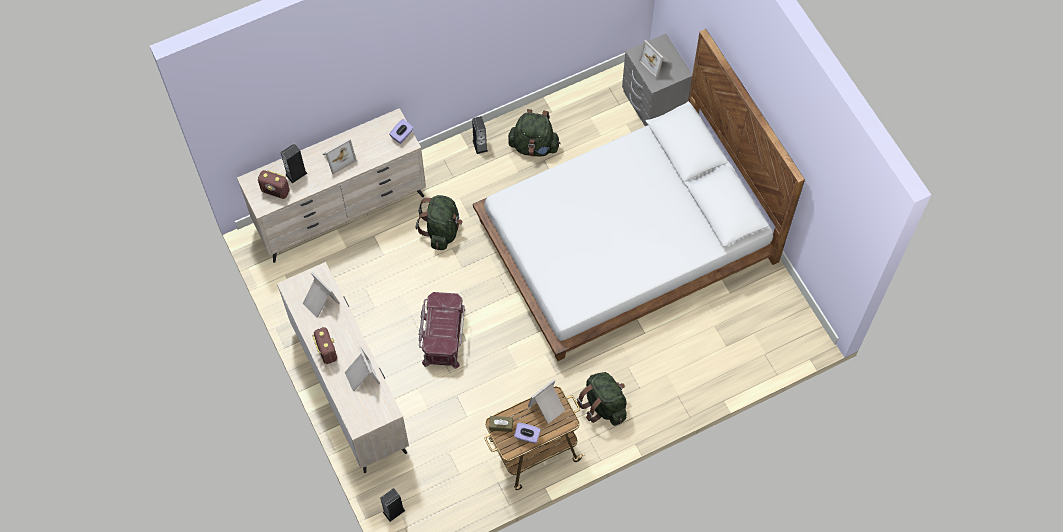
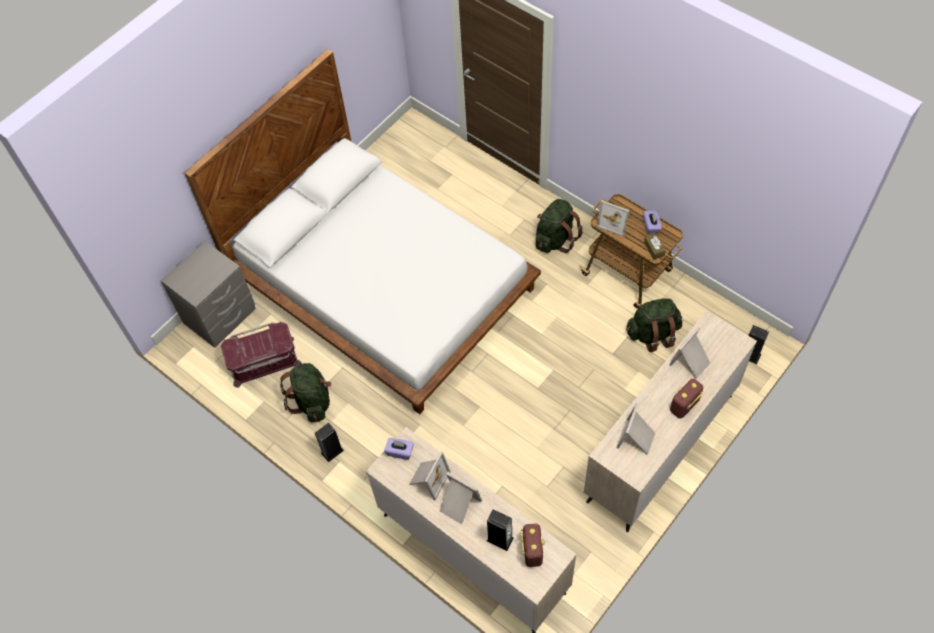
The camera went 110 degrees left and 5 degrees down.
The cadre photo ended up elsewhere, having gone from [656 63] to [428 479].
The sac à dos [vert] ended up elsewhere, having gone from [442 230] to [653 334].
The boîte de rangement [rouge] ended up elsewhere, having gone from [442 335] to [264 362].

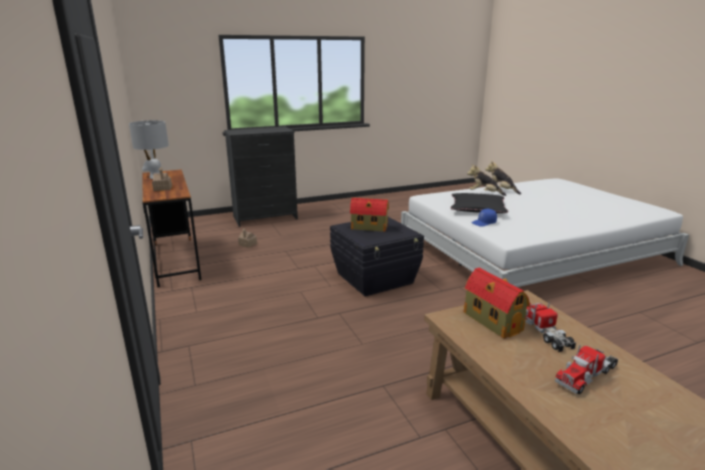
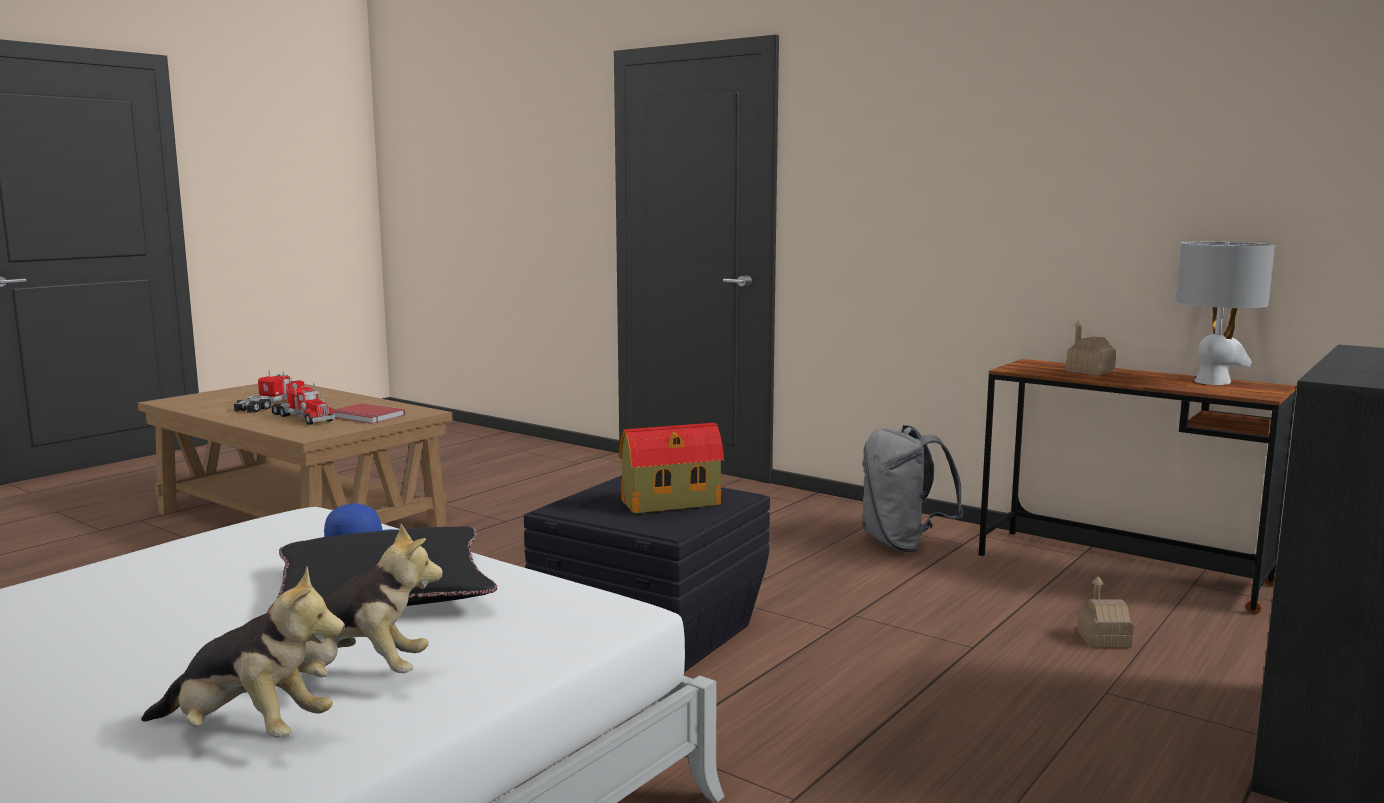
The camera went 150 degrees right and 10 degrees down.
Where the maison miniature stood at [491 321], the livre [rouge] came to stand at [365 417].
The second view gained the sac à dos [gris] at [903 544].

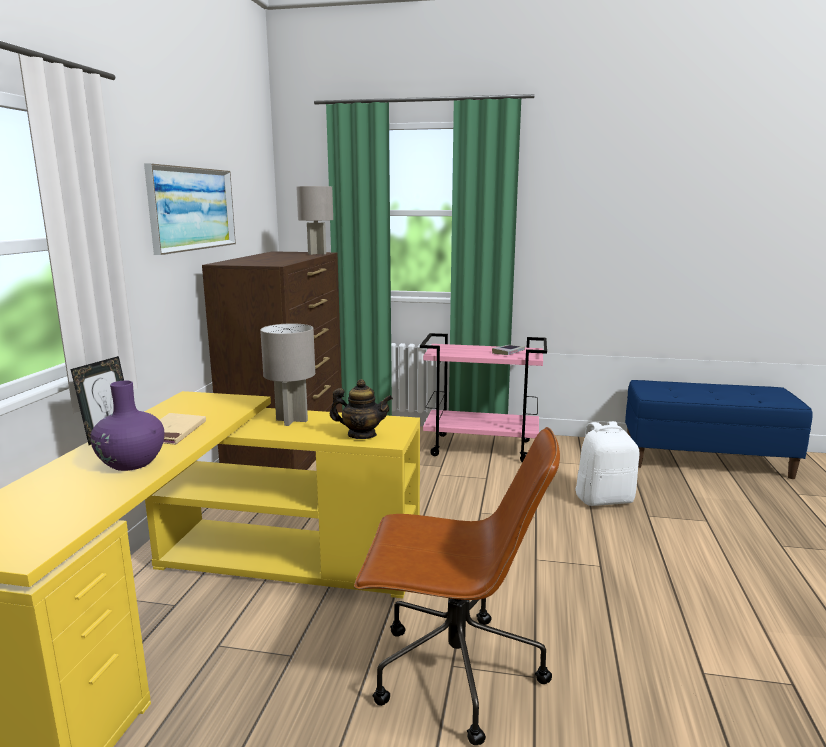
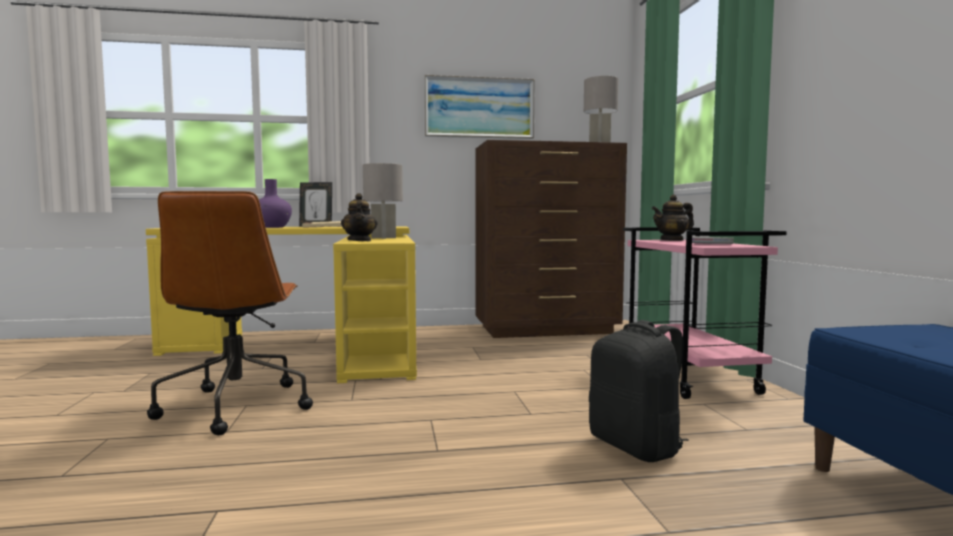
The camera went 70 degrees right and 10 degrees down.
What was the sac à dos [blanc] at [604 499] turned into the sac à dos [noir] at [637 447].
The second view gained the théière at [672 240].

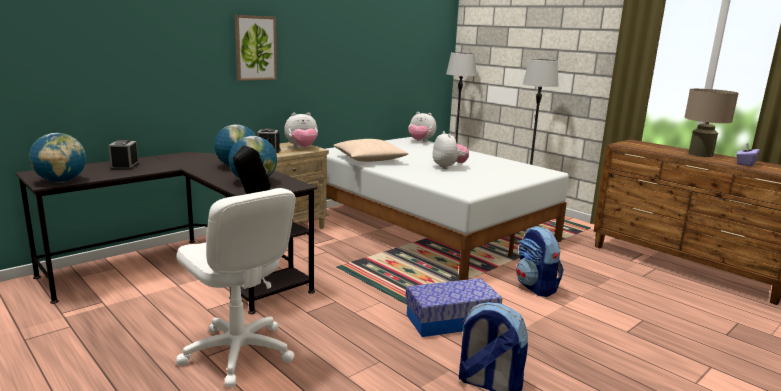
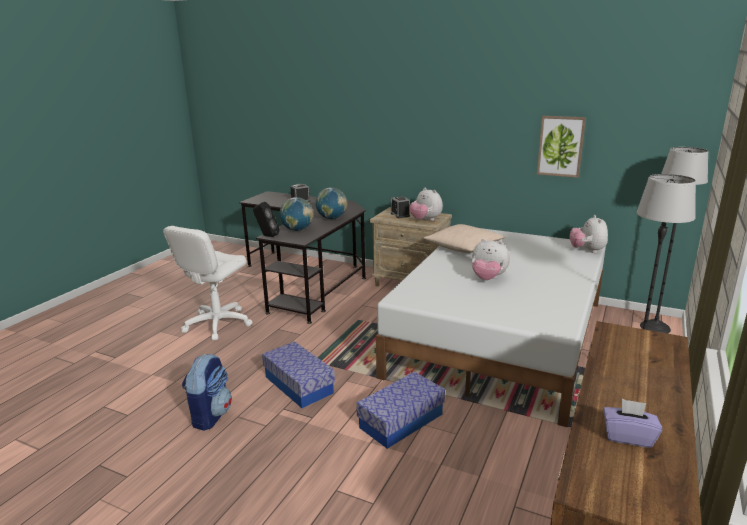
The camera went 70 degrees right and 5 degrees up.
The tableau ended up elsewhere, having gone from [255 48] to [560 146].
The second view lost the lampe de table [beige] at [700 154].
The peluche at [448 167] ended up facing another way, 60 degrees clockwise from before.
The second view lost the globe at [61 181].
Where the sac à dos stood at [536 287], the boîte de rangement came to stand at [401 421].

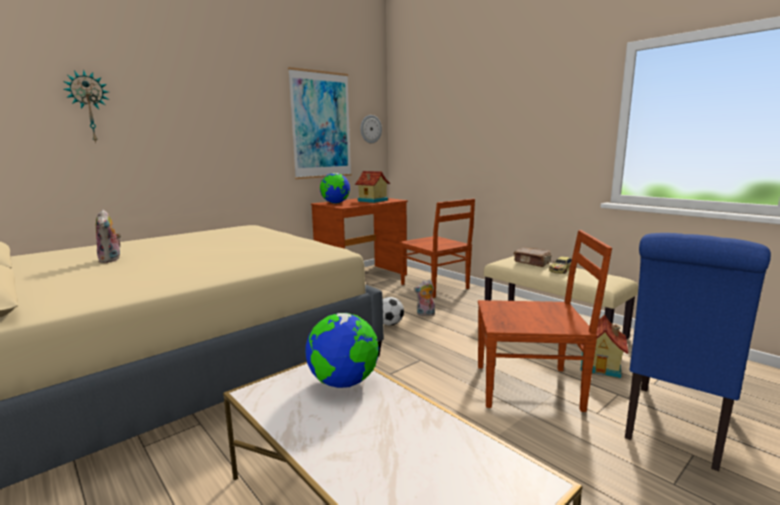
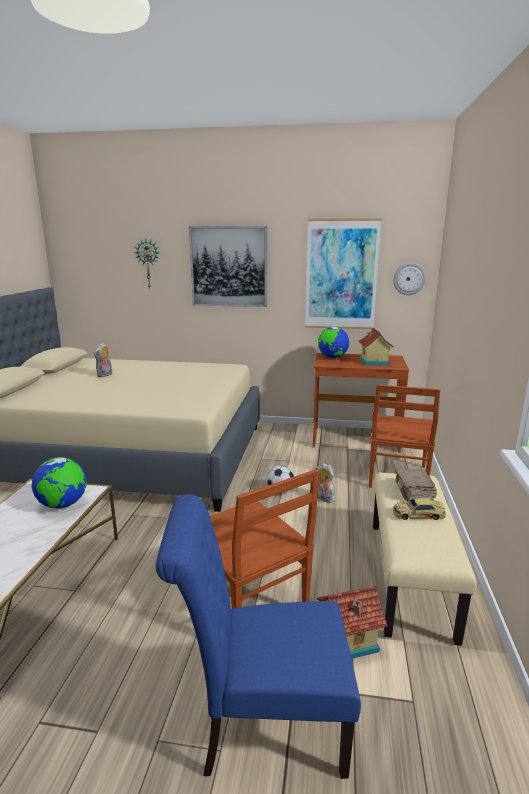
The camera went 50 degrees right and 5 degrees up.
The second view gained the tableau at [229 267].

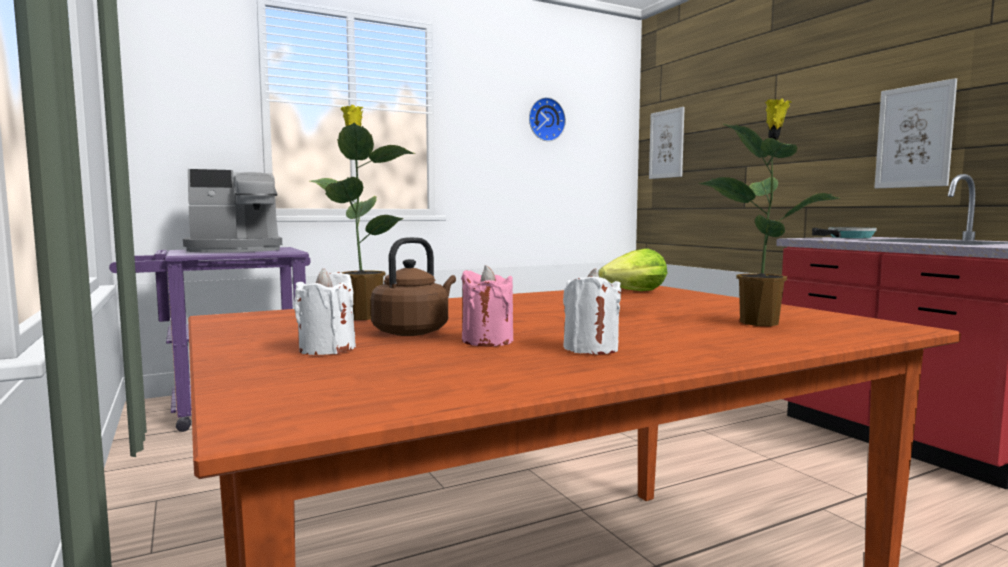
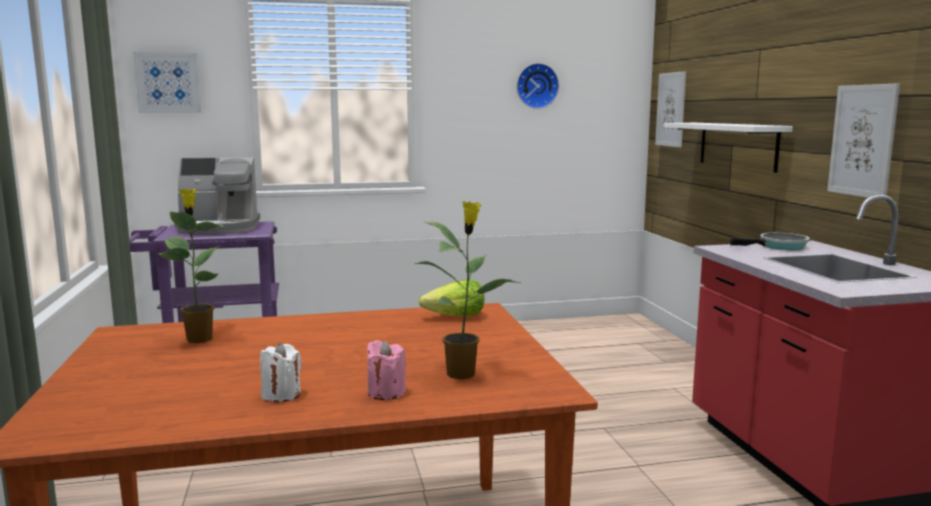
The camera went 15 degrees right and 5 degrees up.
The second view lost the bouilloire [marron] at [414 331].
The bougie [rose] ended up elsewhere, having gone from [487 341] to [386 392].
The second view lost the bougie [blanc] at [327 349].
The second view gained the tableau at [168 83].
The second view gained the étagère [blanc] at [737 145].

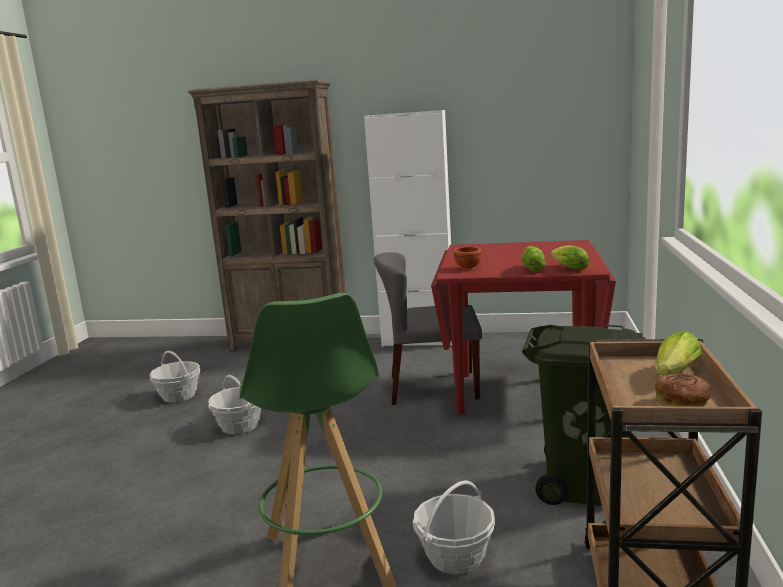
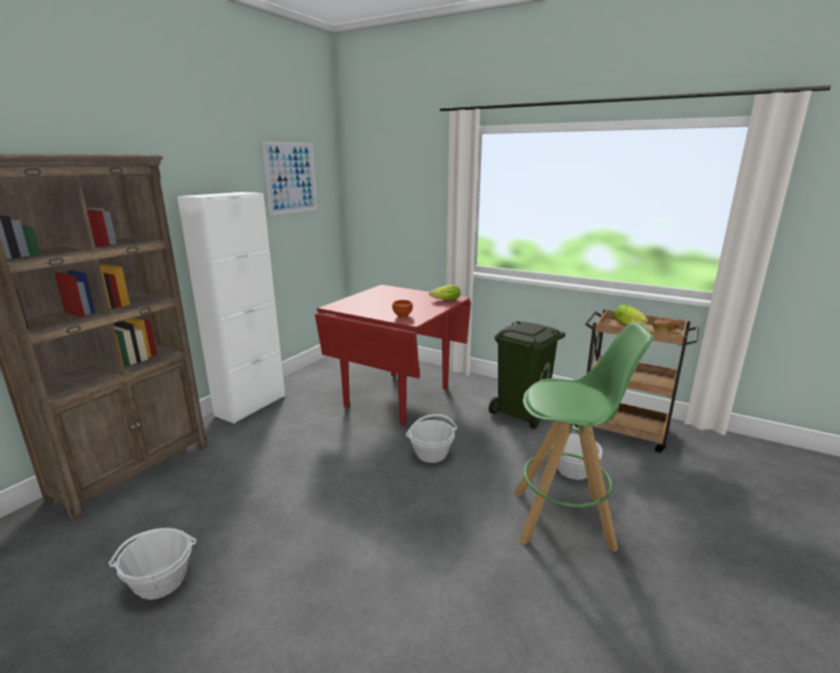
The camera went 70 degrees left and 5 degrees up.
The second view lost the laitue at [533 268].
The second view lost the chaise [gris] at [432 387].
The panier ended up elsewhere, having gone from [239 426] to [431 454].
The second view gained the tableau at [291 177].

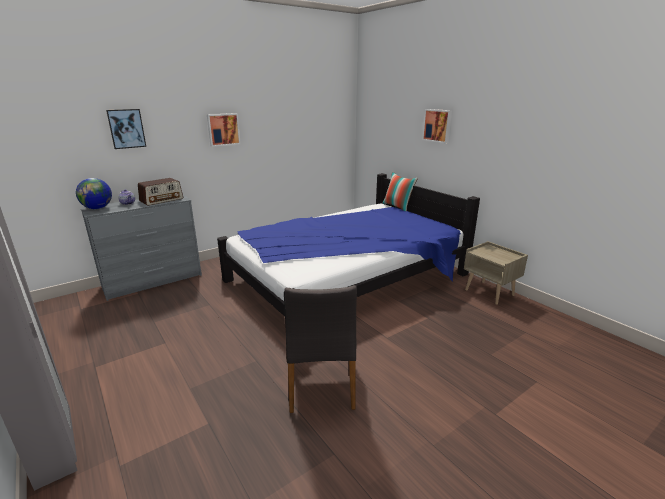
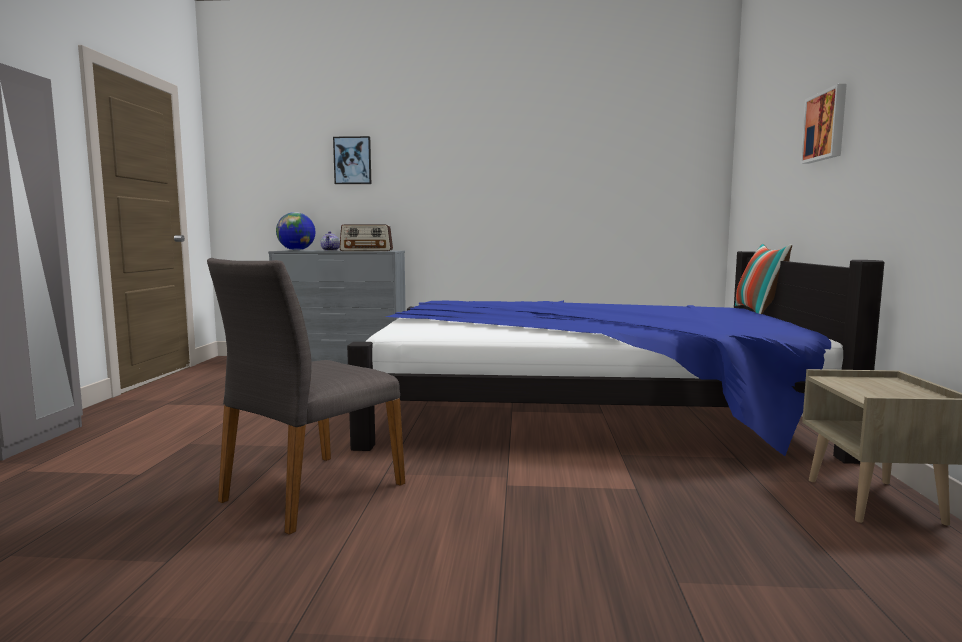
The camera went 40 degrees right and 15 degrees down.
The second view lost the tableau at [223 129].

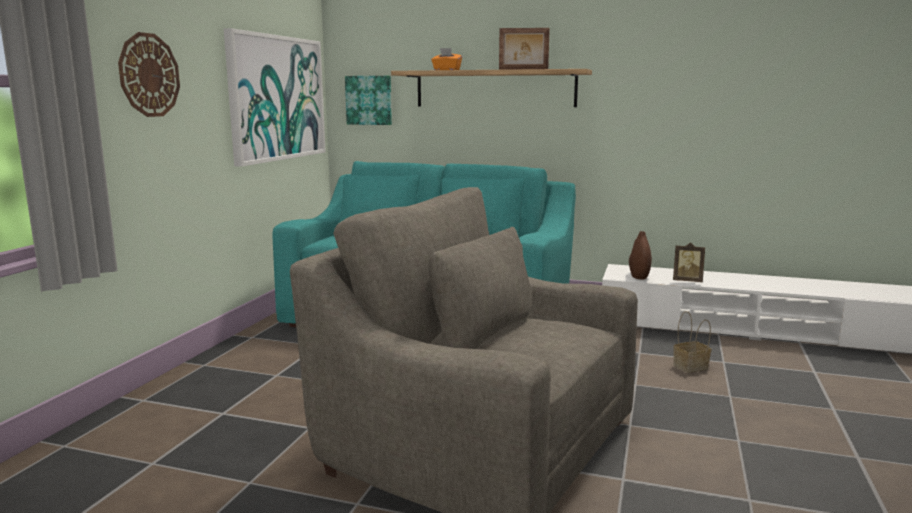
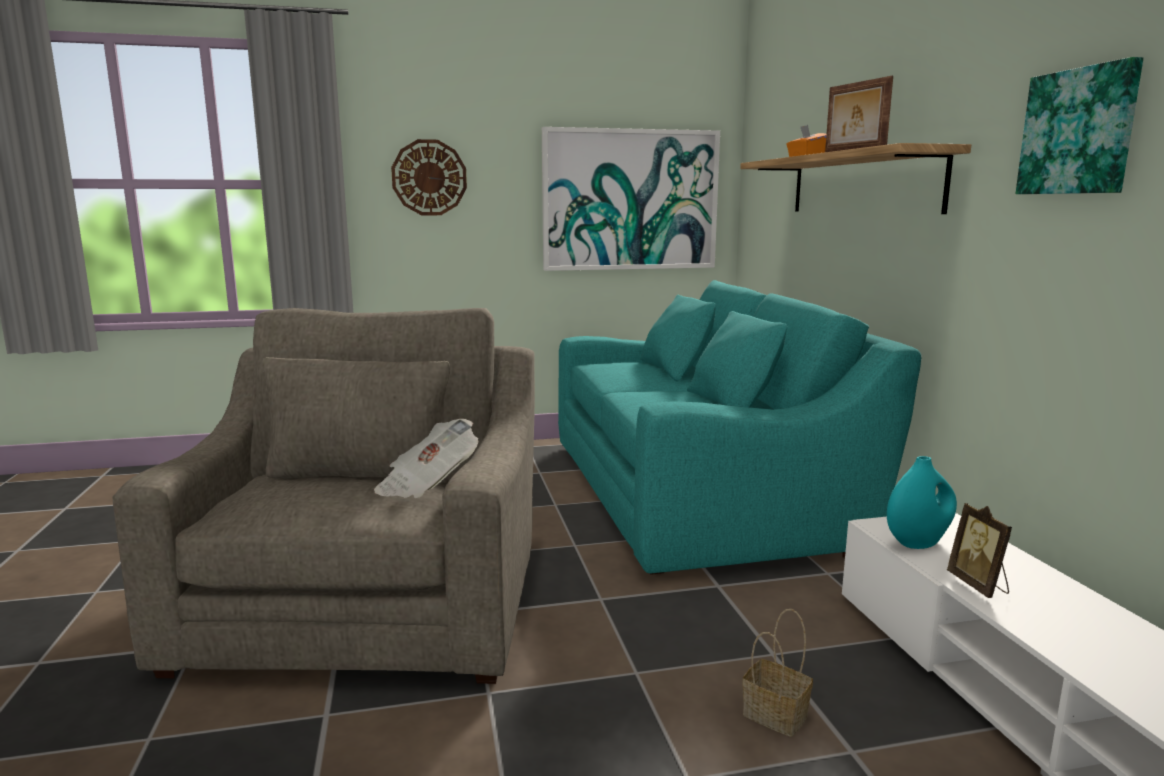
The camera went 60 degrees right and 0 degrees up.
The tableau ended up elsewhere, having gone from [369 100] to [1079 132].
What was the vase [marron] at [638 276] turned into the vase [turquoise] at [918 542].
The second view gained the journal at [427 485].

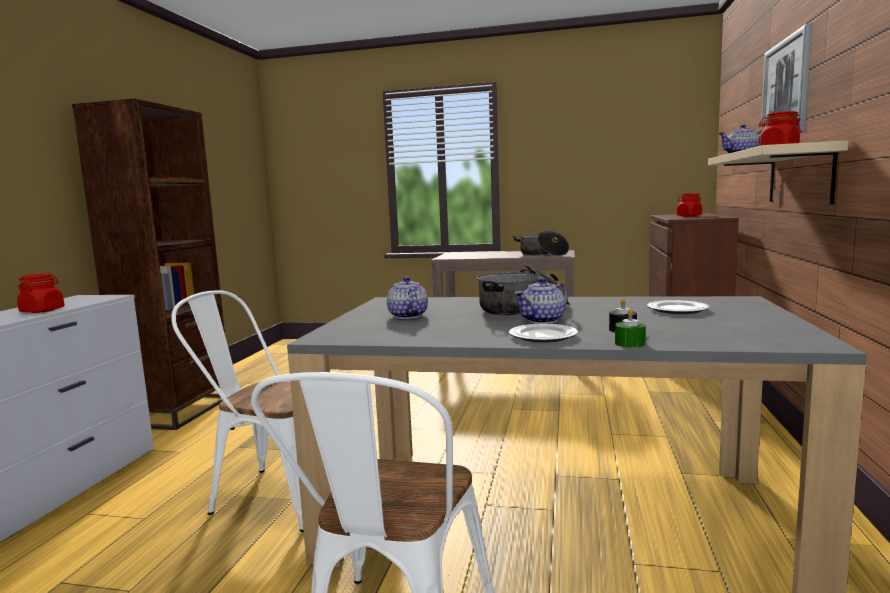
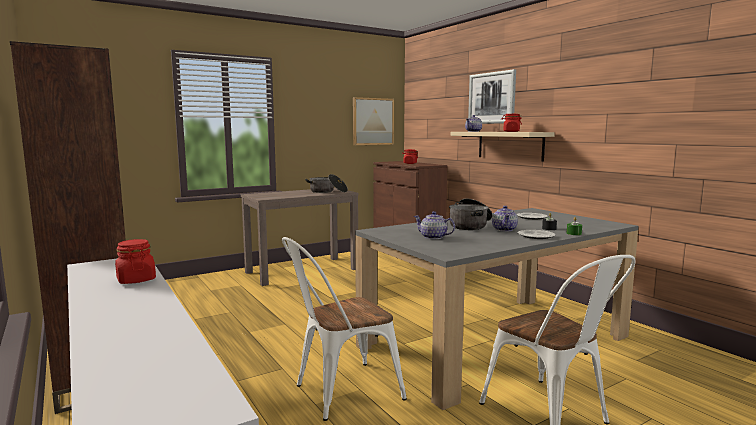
The camera went 45 degrees left and 0 degrees up.
The second view gained the tableau at [373 121].

